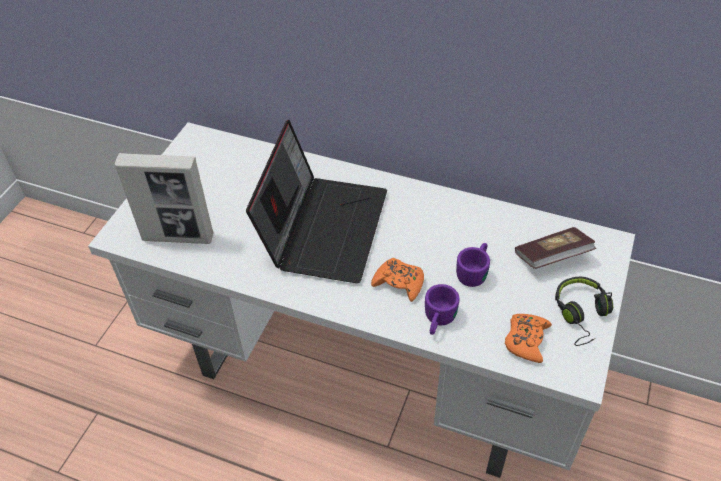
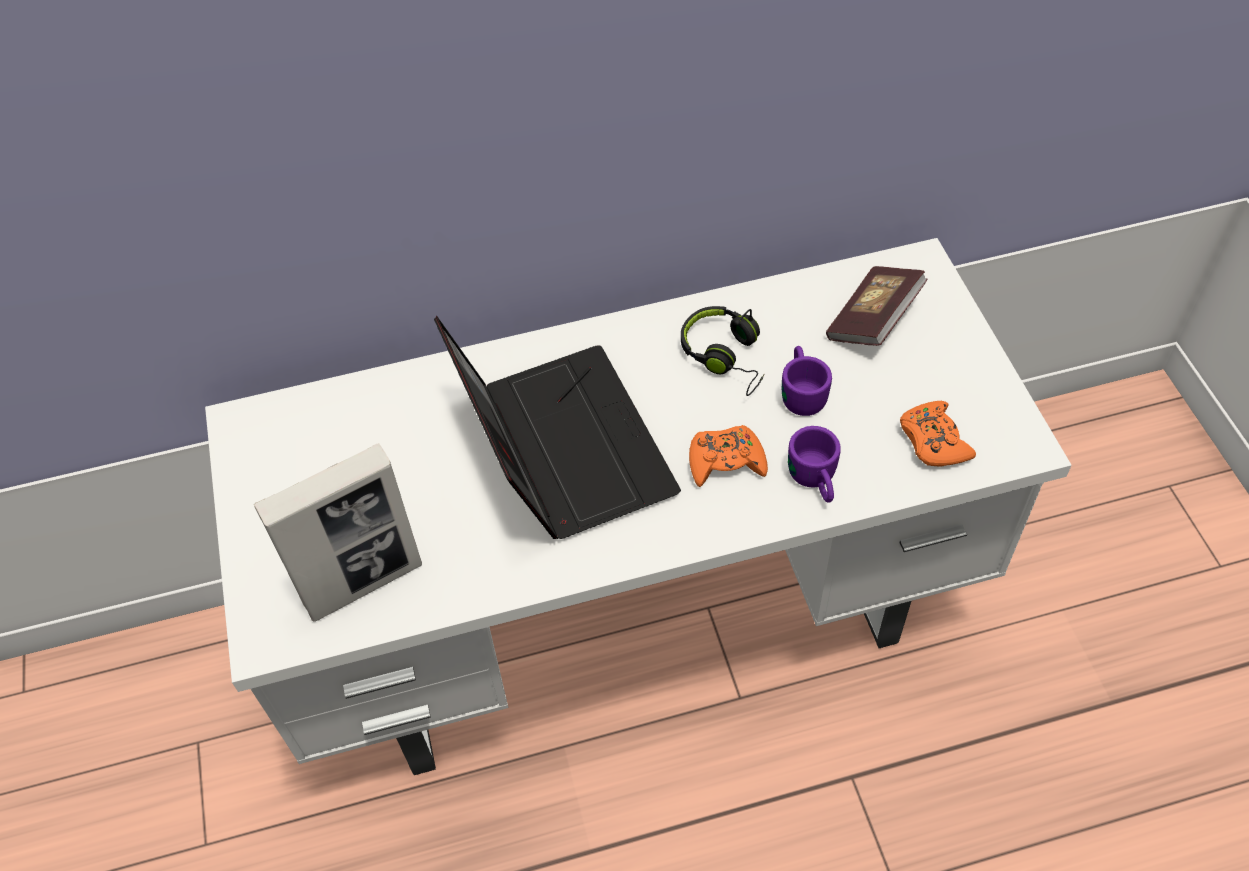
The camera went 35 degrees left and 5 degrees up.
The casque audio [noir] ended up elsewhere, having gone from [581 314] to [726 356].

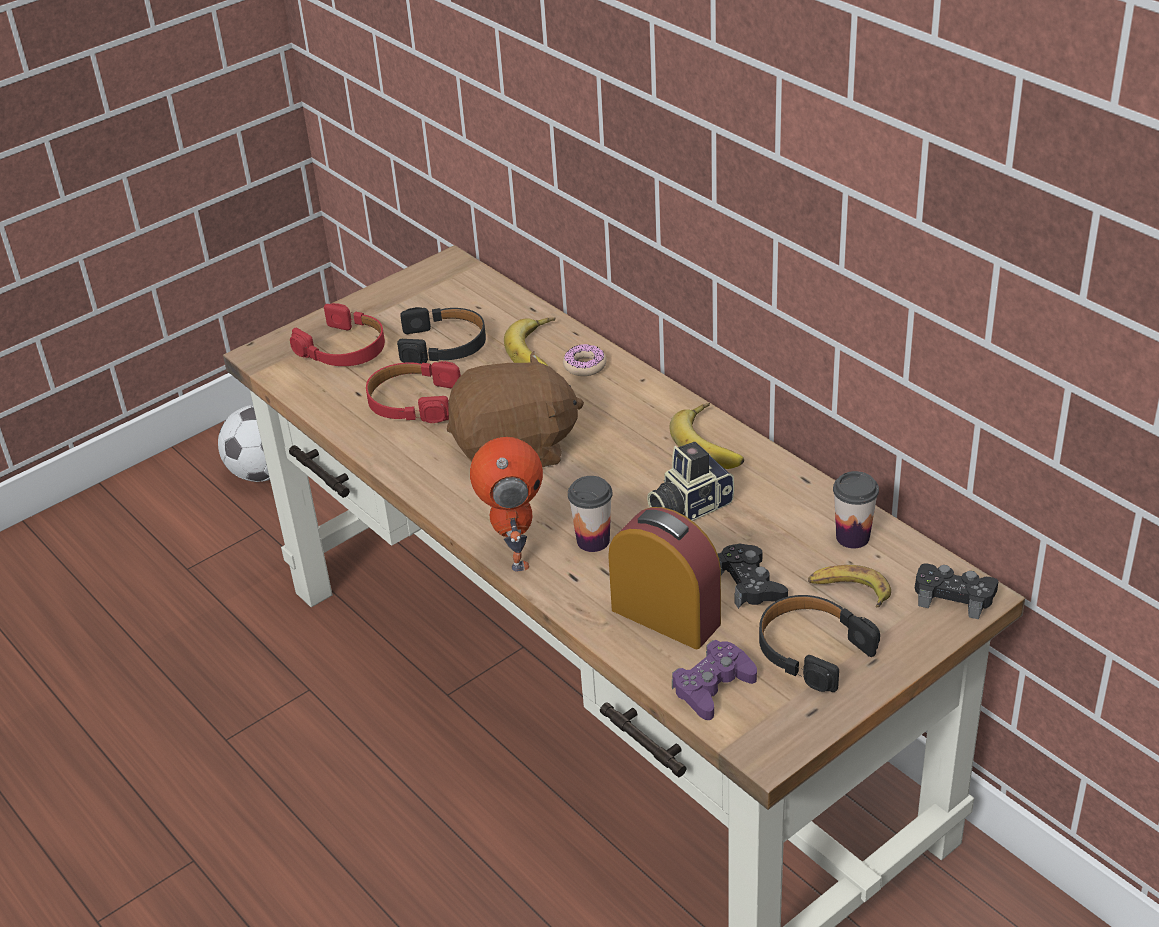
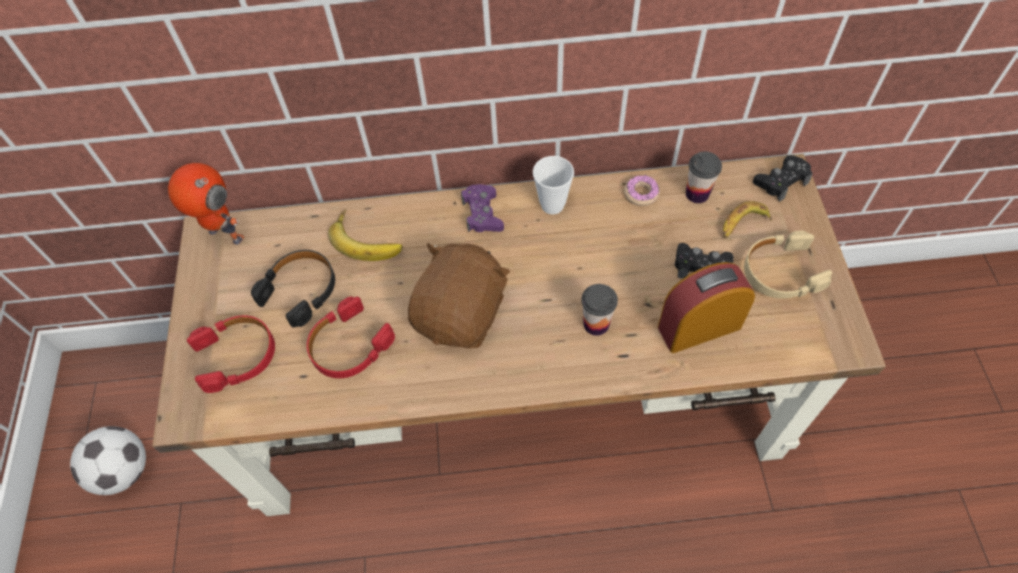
The camera went 55 degrees left and 20 degrees up.
The beignet ended up elsewhere, having gone from [585 365] to [641 194].
Where the banane stood at [713 442], the tasse came to stand at [552 205].
The robot jouet ended up elsewhere, having gone from [514 553] to [224 236].
The second view lost the appareil photo at [688 506].
What was the casque audio [noir] at [812 649] turned into the casque audio [beige] at [780 272].
The manette [violet] ended up elsewhere, having gone from [712 687] to [482 214].

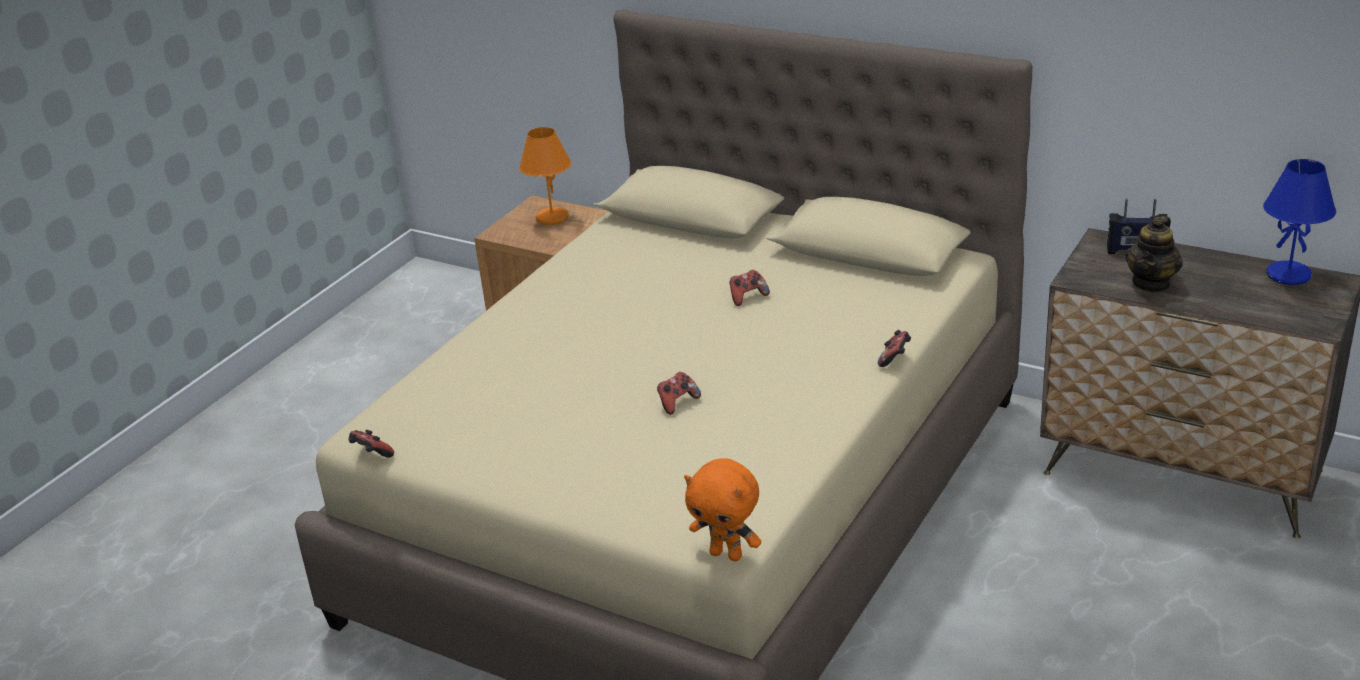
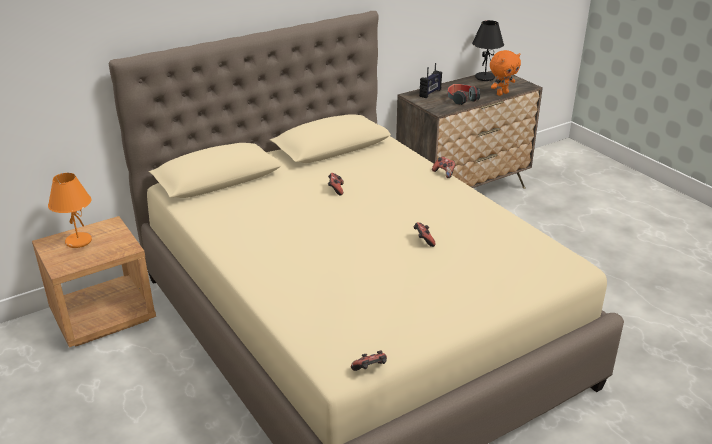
The camera went 65 degrees left and 0 degrees up.
What was the lampe de table [bleu] at [1289 275] turned into the lampe de table [noir] at [484 77].
Where the théière stood at [1152 283], the casque audio came to stand at [461 99].
The peluche [orange] ended up elsewhere, having gone from [727 554] to [502 93].

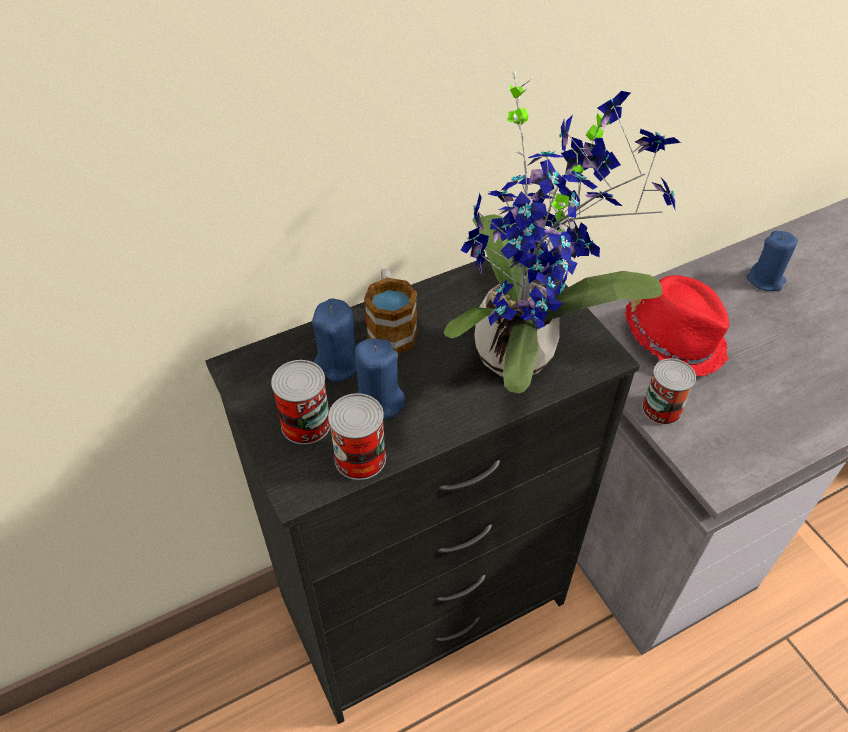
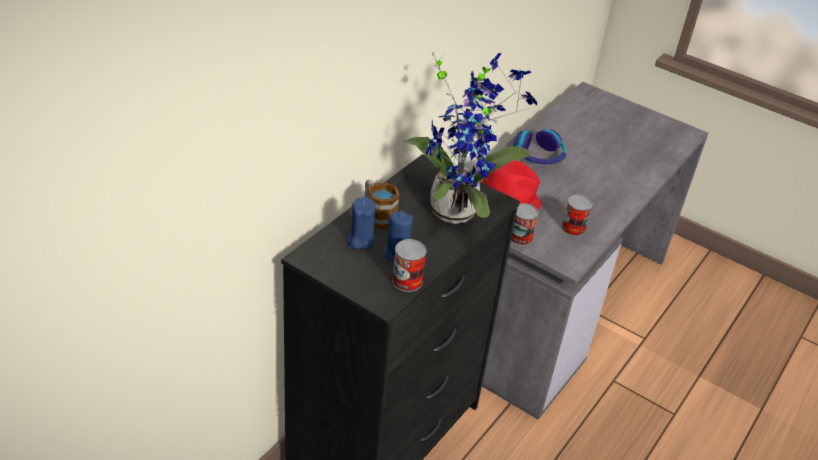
The camera went 30 degrees left and 10 degrees down.
Where the bougie [bleu] stood at [765 280], the casque audio came to stand at [539 156].
The boîte métallique ended up elsewhere, having gone from [306 424] to [573 228].

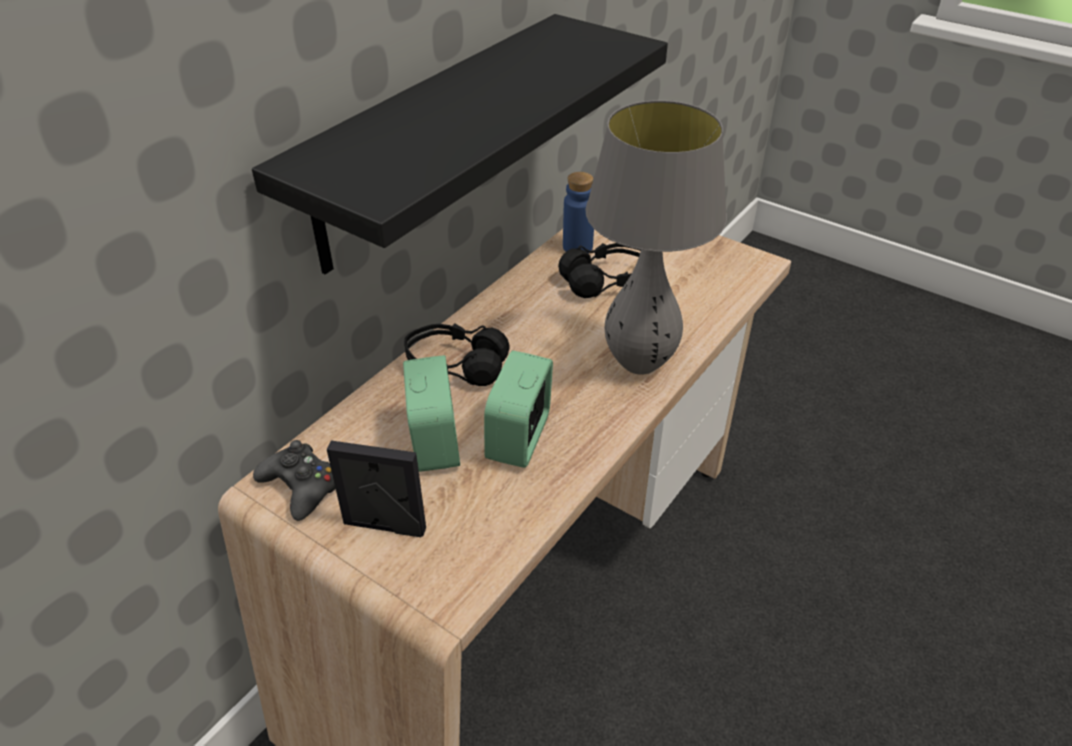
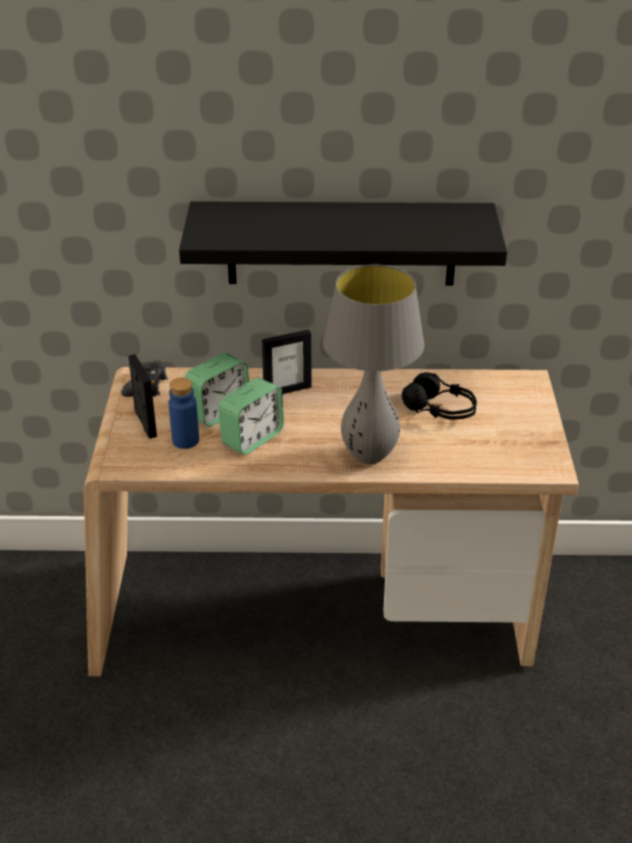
The camera went 55 degrees right and 5 degrees down.
The bouteille [bleu] ended up elsewhere, having gone from [577 247] to [185 440].
Where the casque audio [noir] stood at [456 366], the cadre photo came to stand at [287 390].
The réveil at [519 438] ended up facing another way, 150 degrees clockwise from before.

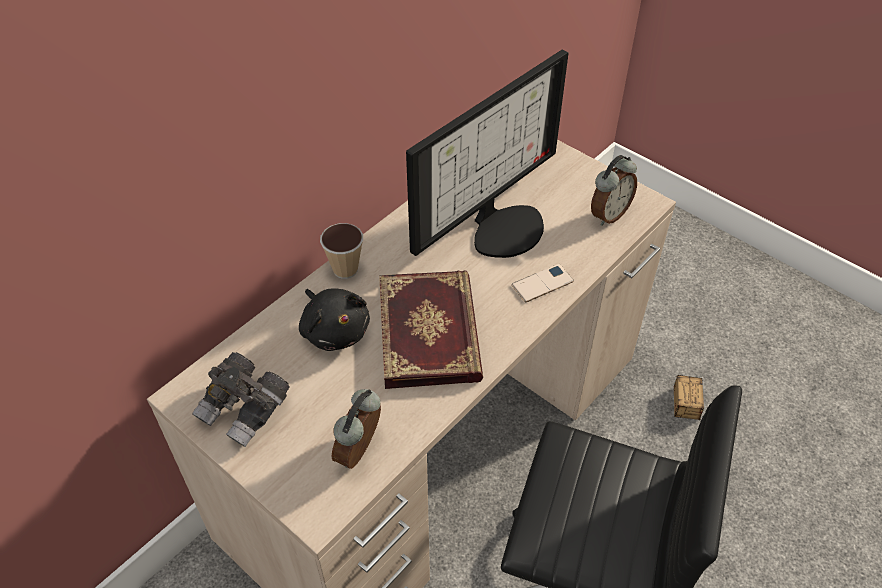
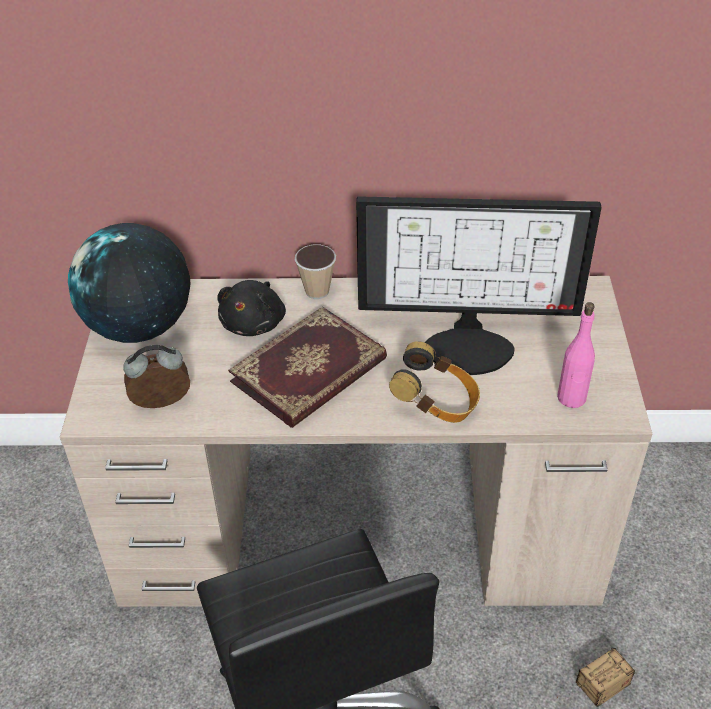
The camera went 50 degrees right and 5 degrees down.
Where the réveil stood at [608 214], the bouteille [rose] came to stand at [571 398].
Where the téléphone stood at [542 283], the casque audio came to stand at [436 404].
Where the jumelles [gris] stood at [245 410], the globe came to stand at [140 327].

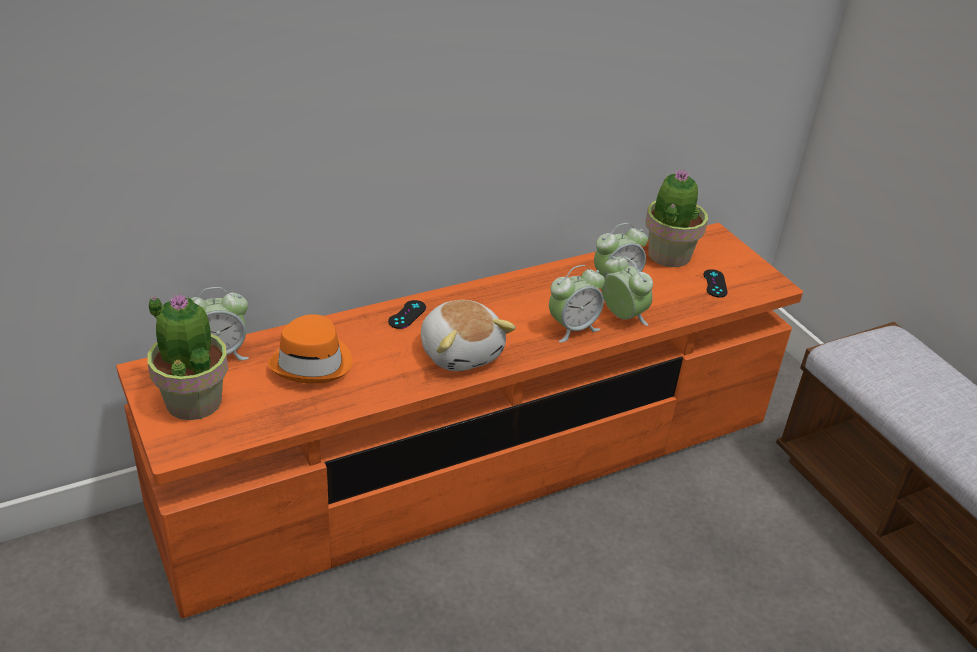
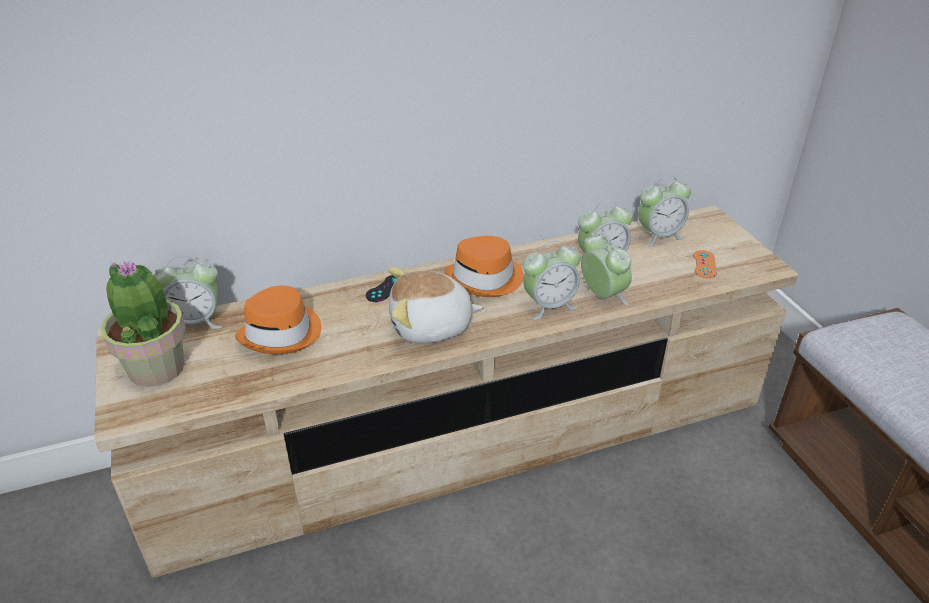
The camera went 10 degrees right and 0 degrees up.
Where the plante en pot stood at [668 255], the réveil came to stand at [659 236].
What was the meuble télé [orange] at [477 464] turned into the meuble télé [beige] at [464 436].
What was the manette [noir] at [715 283] turned into the manette [orange] at [704 264].
The peluche at [461 352] ended up facing another way, 105 degrees clockwise from before.
The second view gained the chapeau [orange] at [486 279].

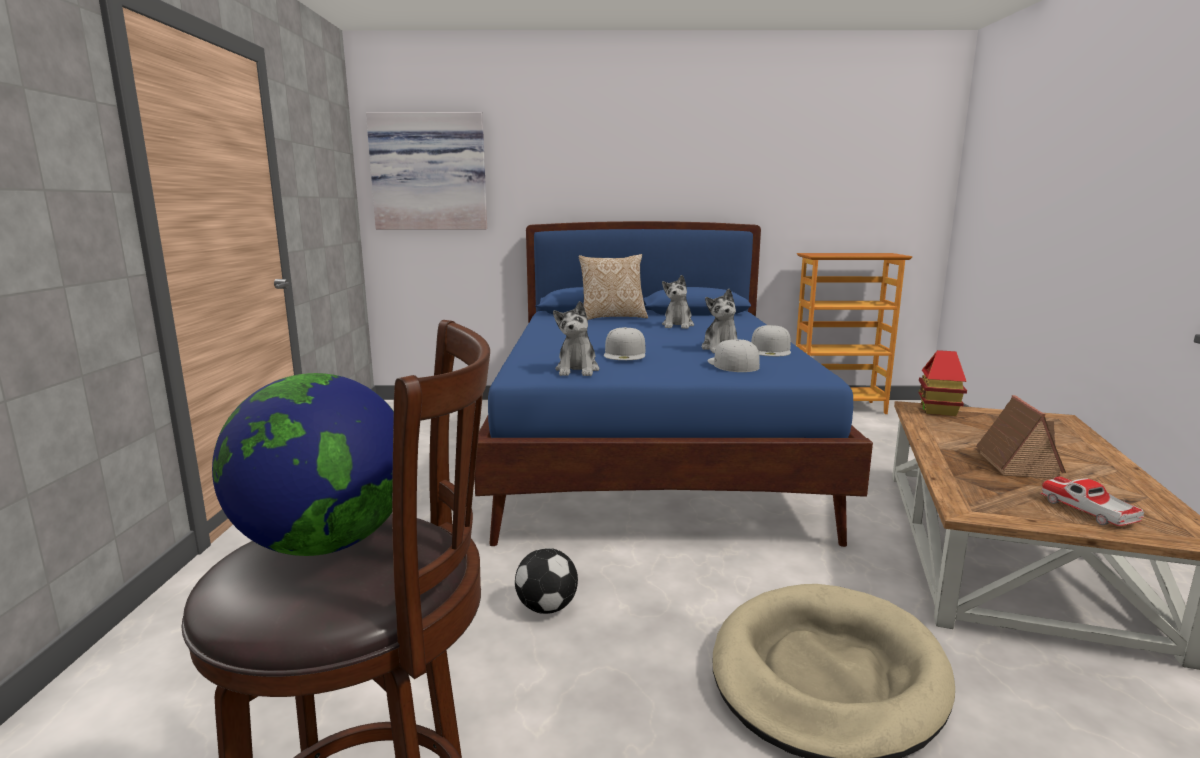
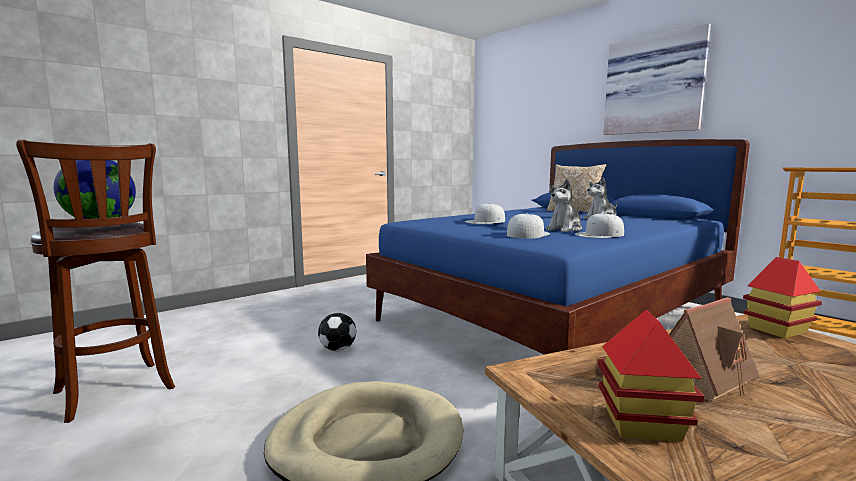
The camera went 50 degrees right and 5 degrees down.
The tableau ended up elsewhere, having gone from [429 172] to [654 85].
The second view lost the peluche at [577 370].
Where the petite voiture stood at [1088 511], the maison miniature came to stand at [641 424].

